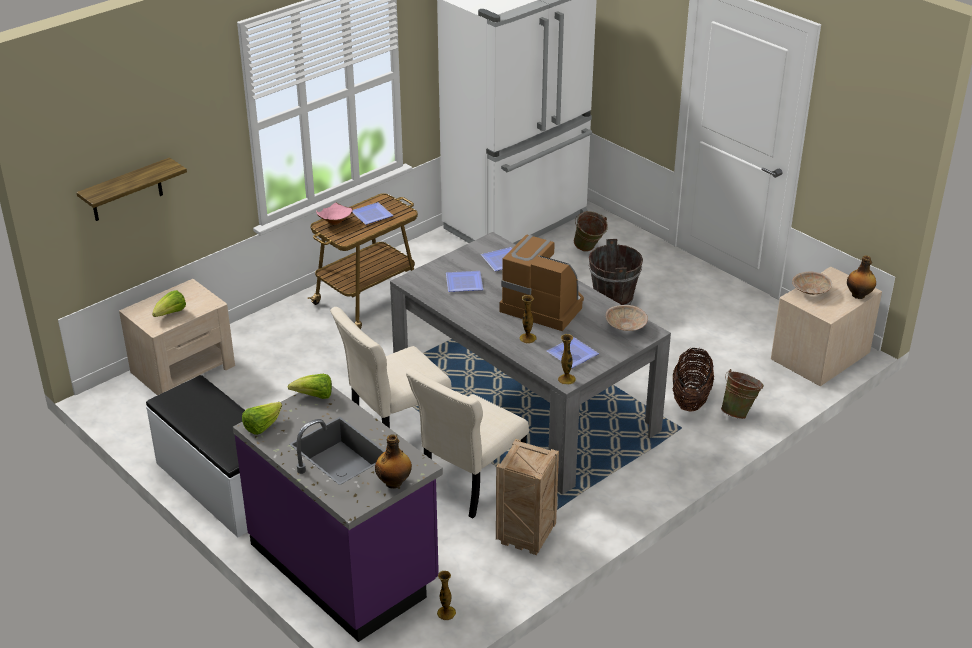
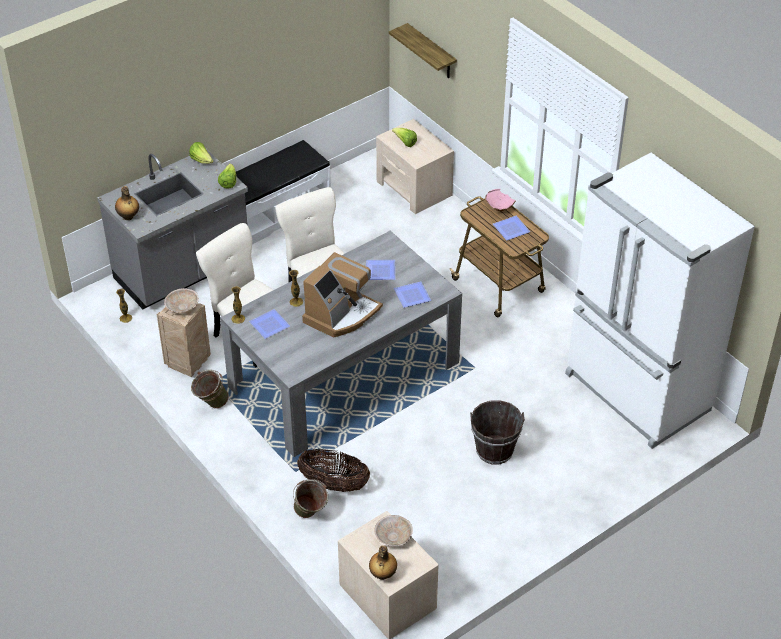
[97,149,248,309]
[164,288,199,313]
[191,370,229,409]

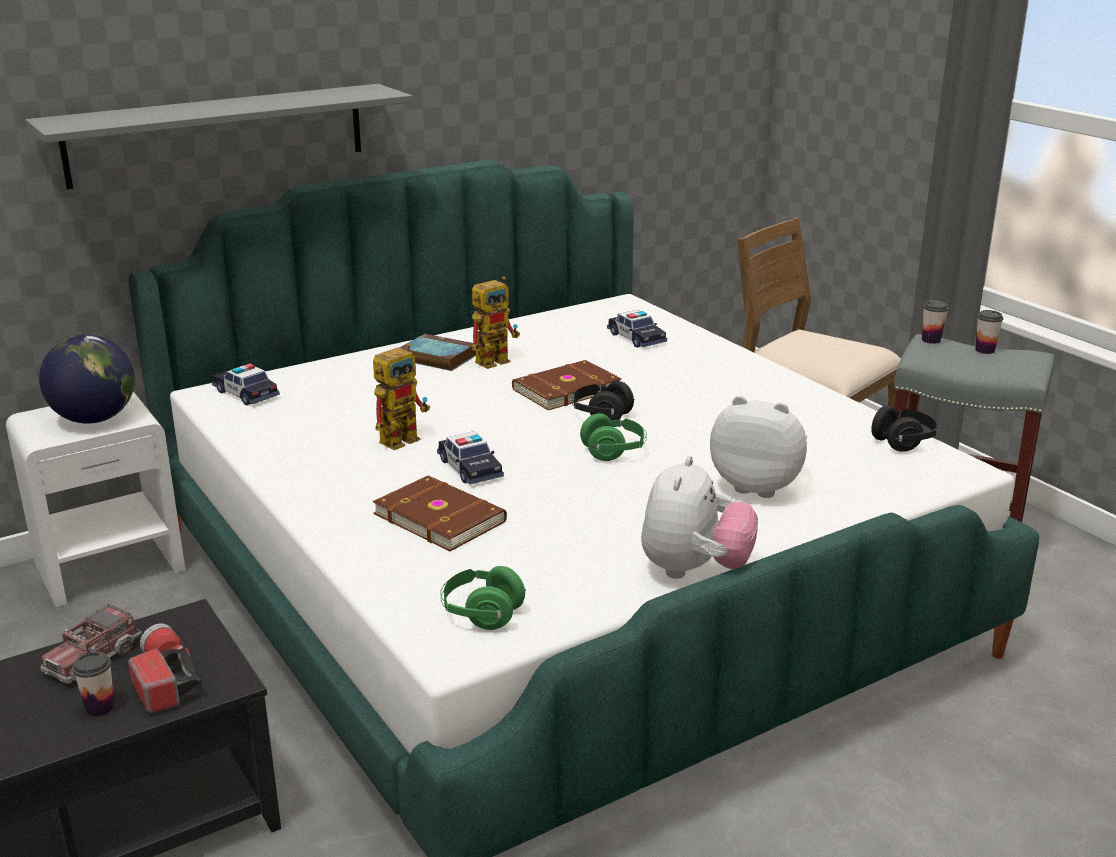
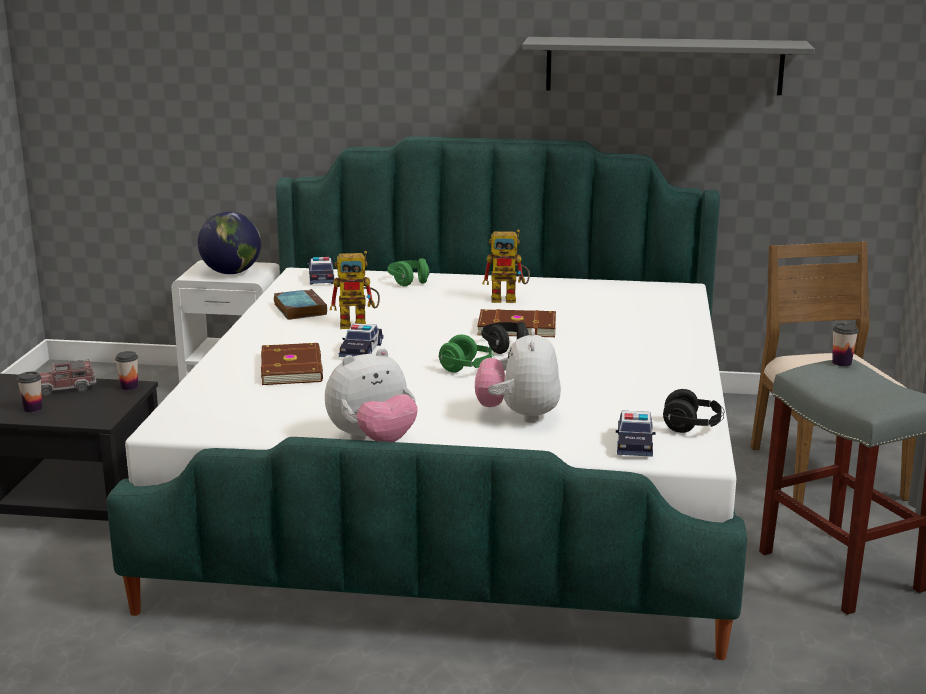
[115,351,138,390]
[274,289,327,320]
[387,258,430,286]
[475,328,561,423]
[522,37,815,95]
[616,411,656,457]
[128,623,202,713] (first image)

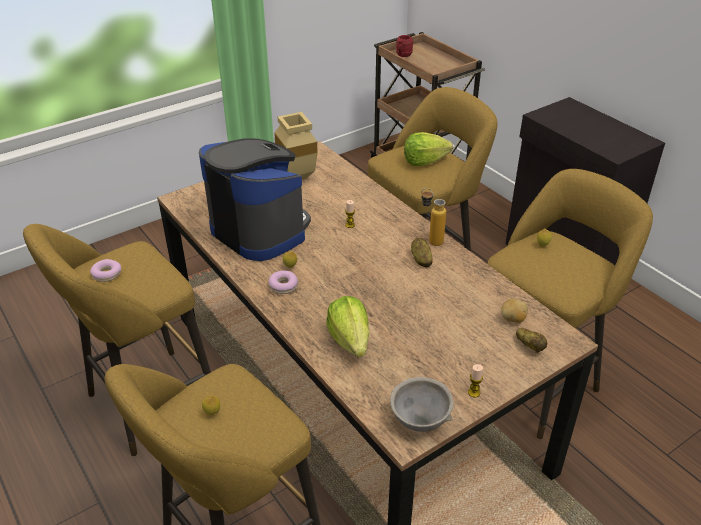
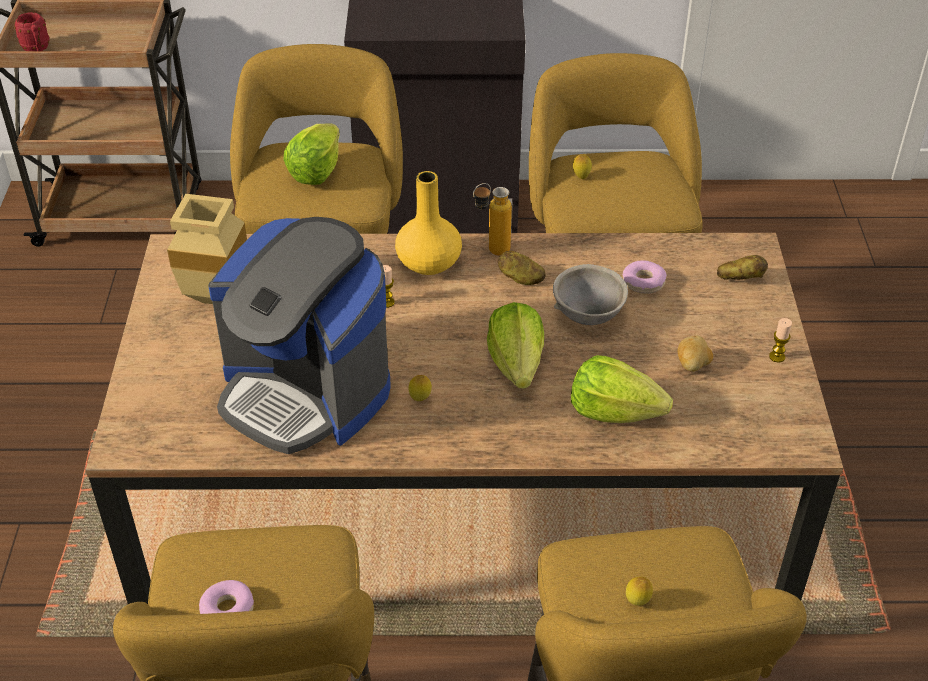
[208,217,391,454]
[395,171,462,275]
[487,302,544,388]
[553,264,628,325]
[622,260,667,294]
[678,335,713,372]

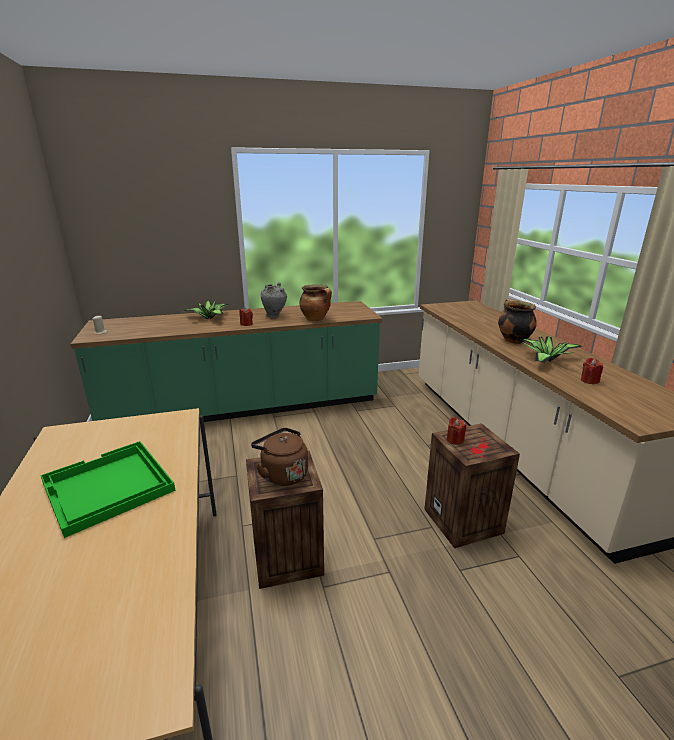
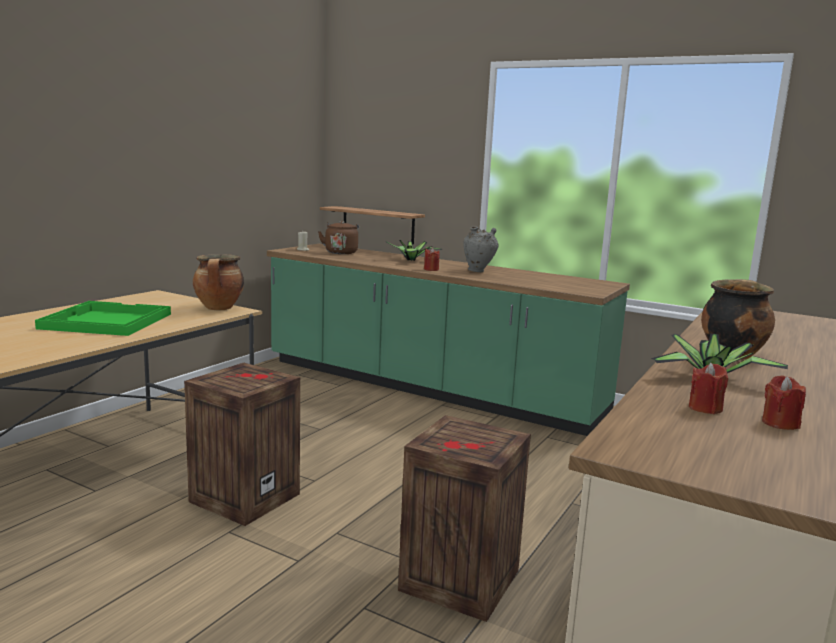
[193,254,244,310]
[318,221,359,254]
[320,206,425,245]
[762,375,806,430]

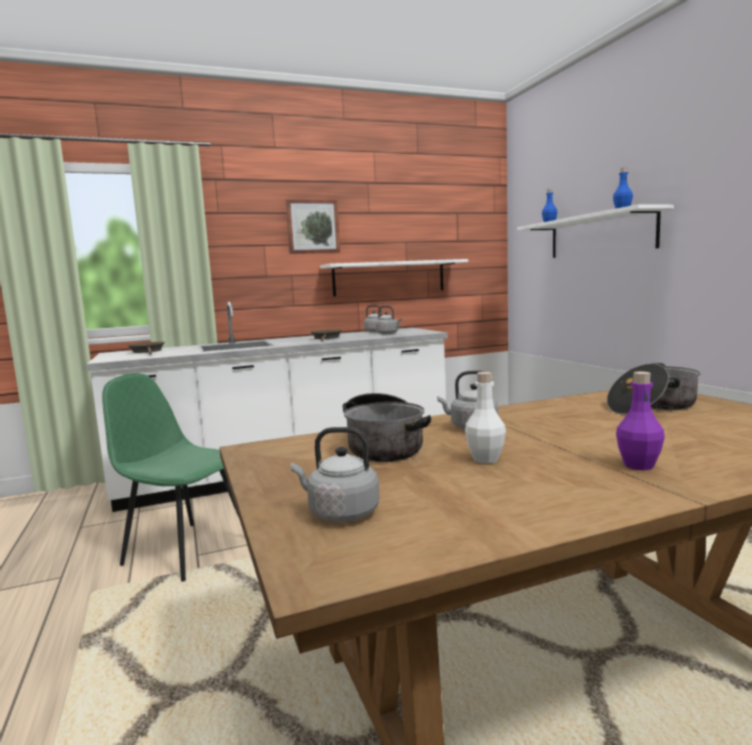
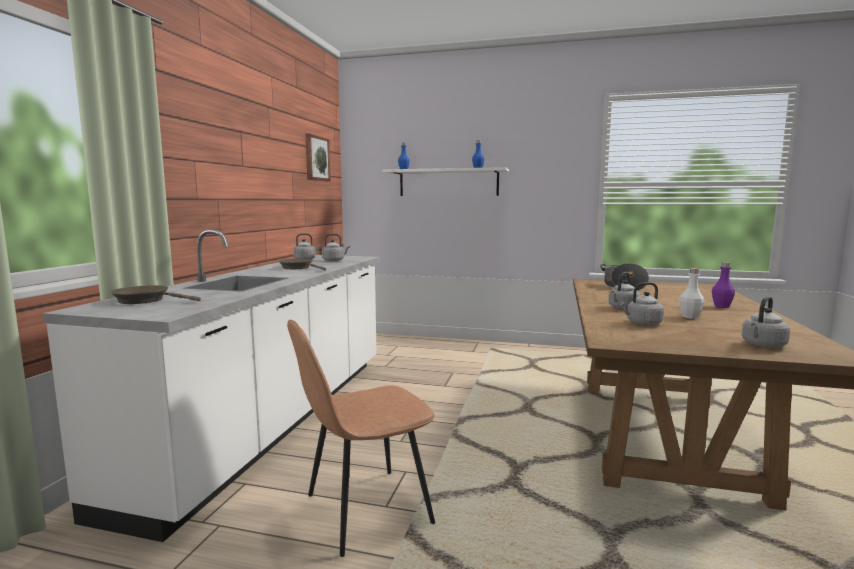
[287,320,435,557]
[306,133,331,181]
[619,282,664,325]
[320,259,468,296] (first image)

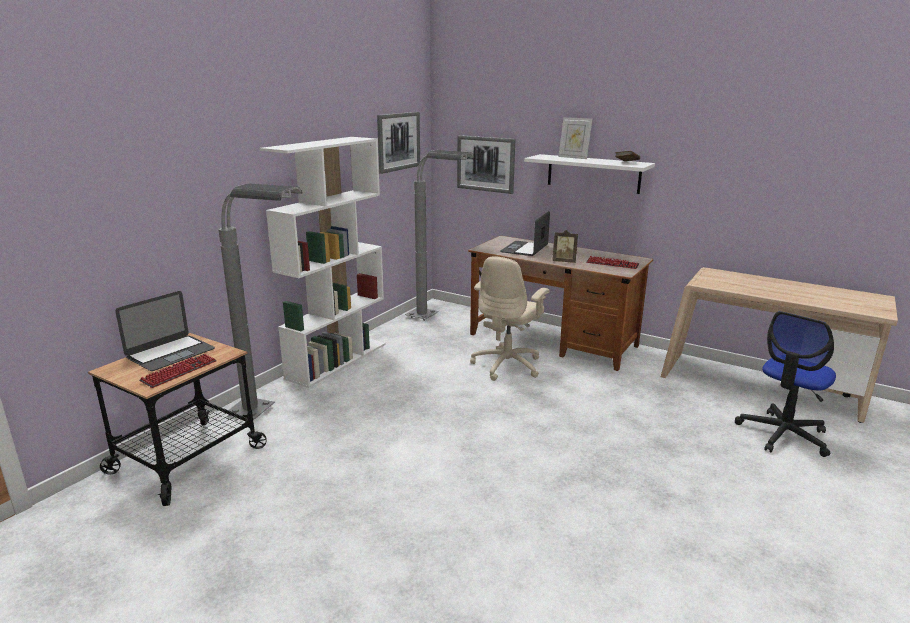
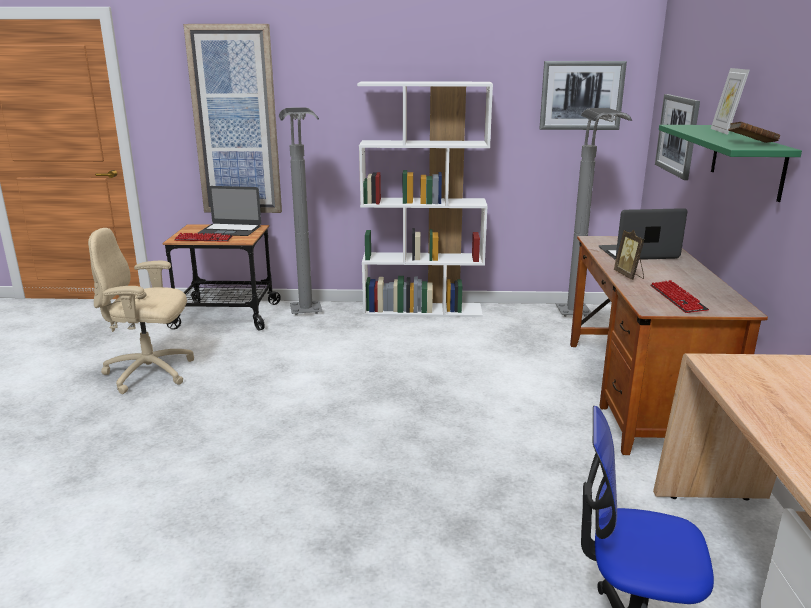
[88,228,194,394]
[183,24,282,213]
[659,125,802,202]

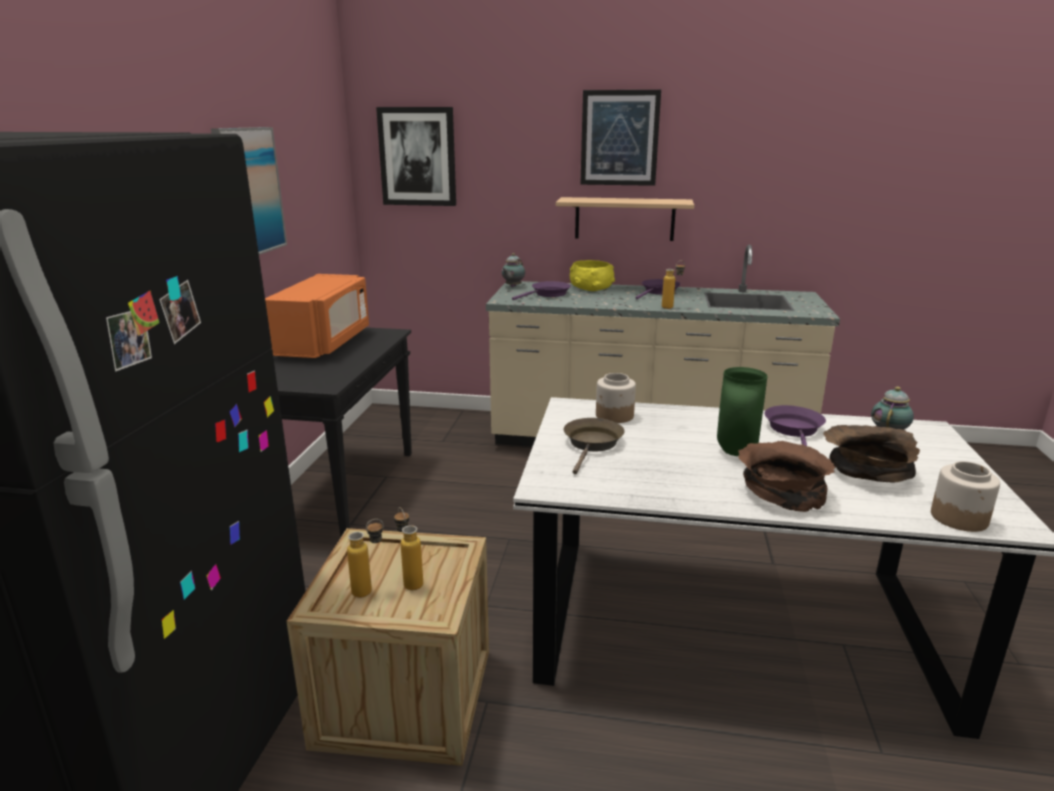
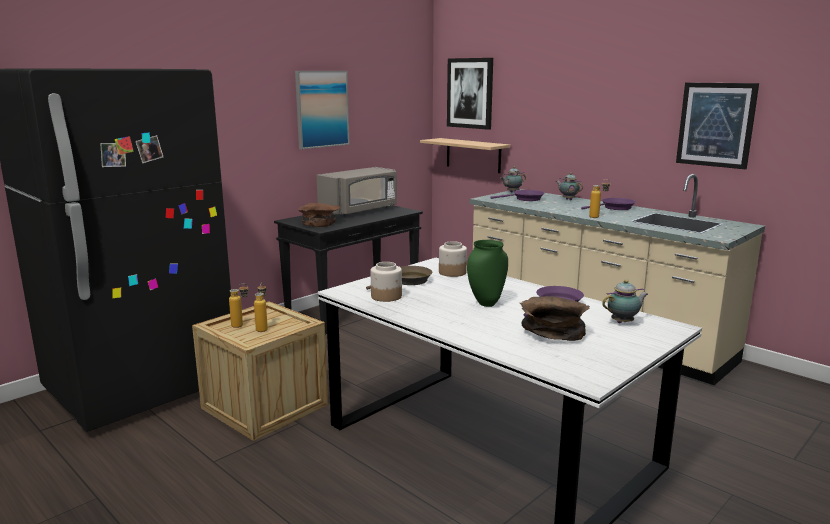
[298,203,340,227]
[316,167,397,216]
[371,262,402,302]
[420,138,510,173]
[556,173,583,200]
[676,82,759,169]

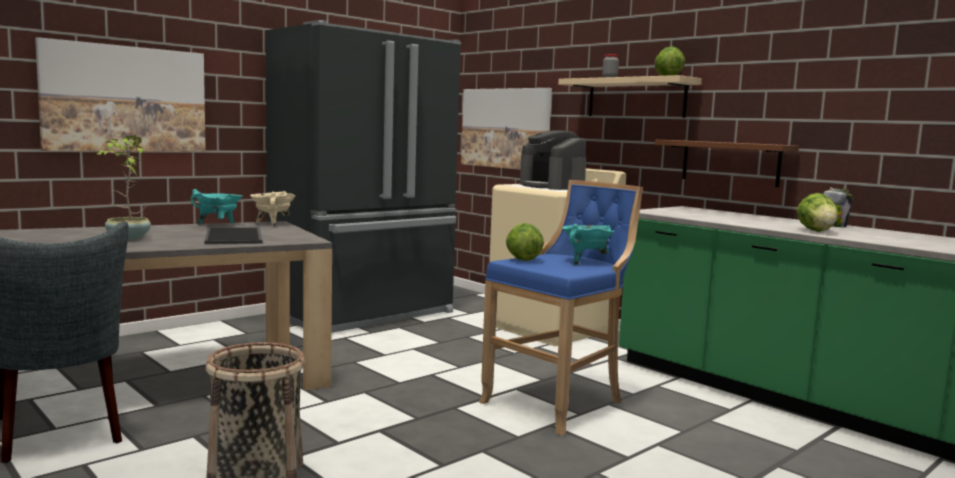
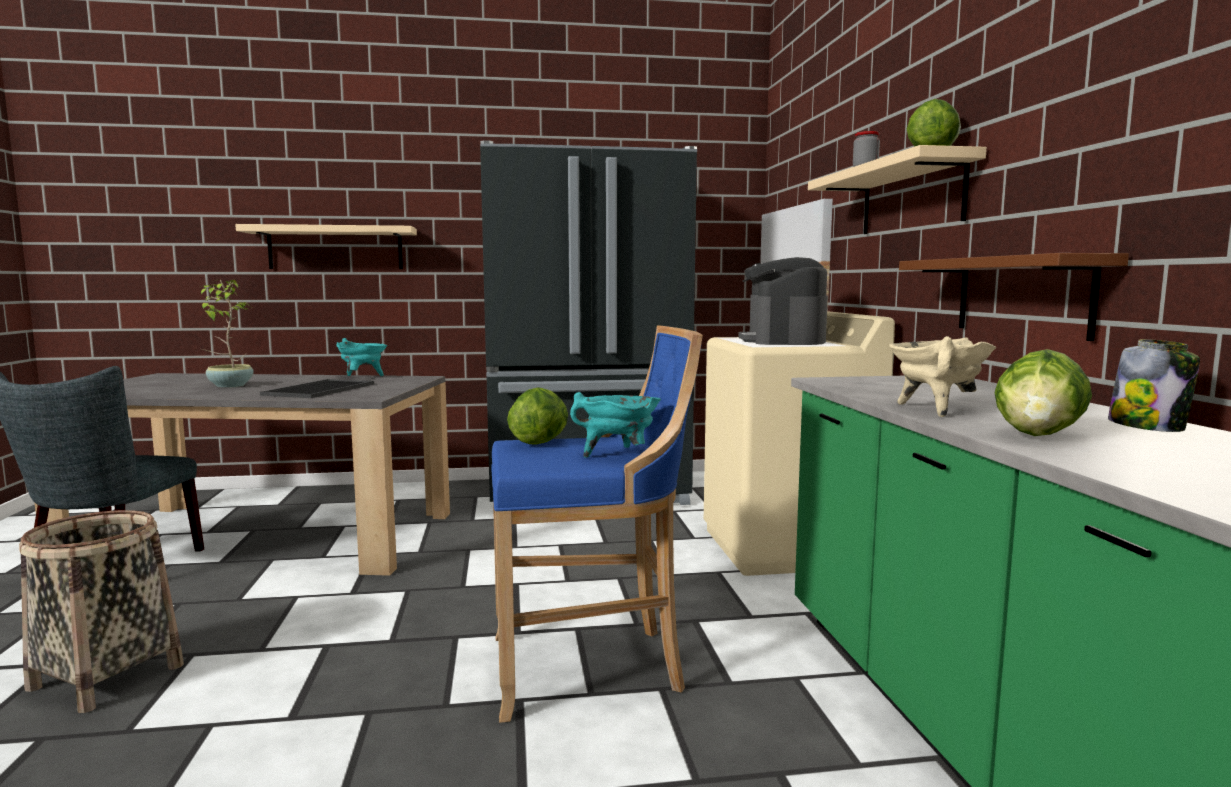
[235,224,417,269]
[889,336,996,417]

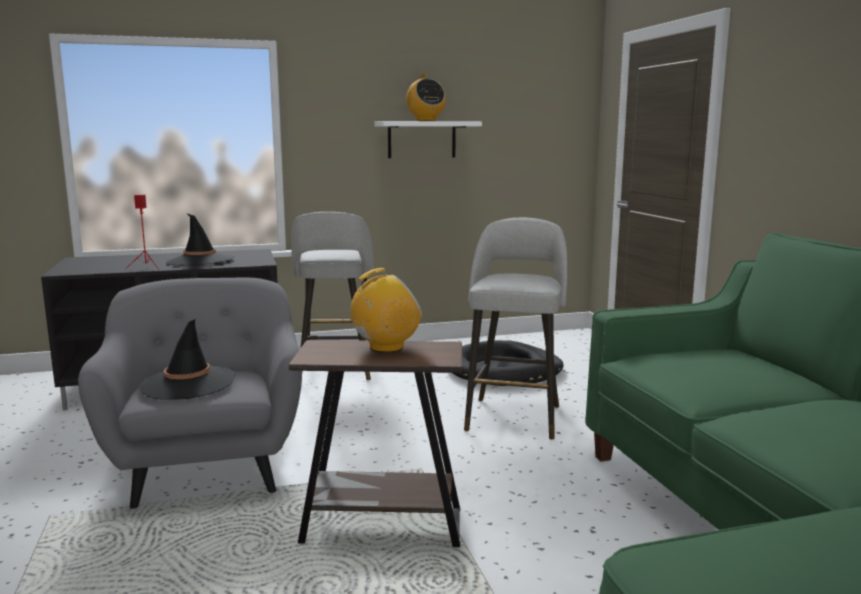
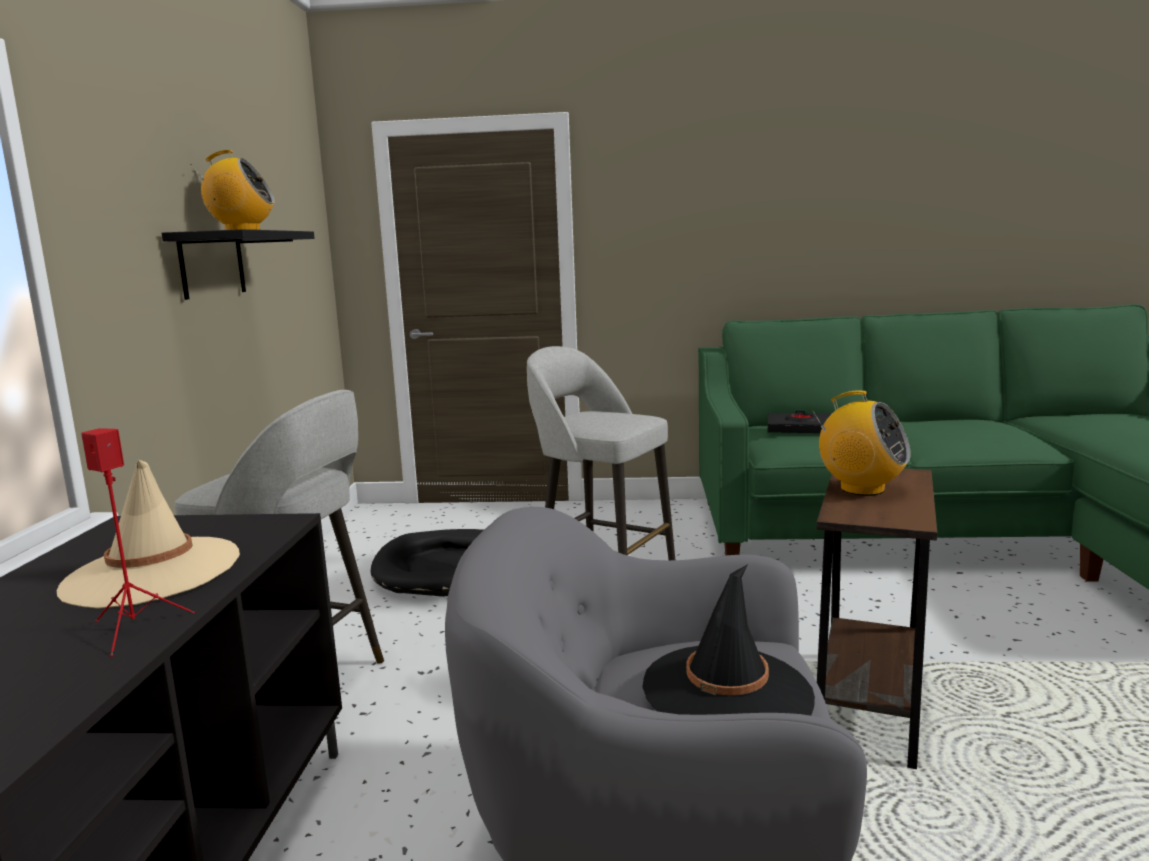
[56,460,240,609]
[161,229,315,300]
[768,411,832,433]
[812,390,911,496]

